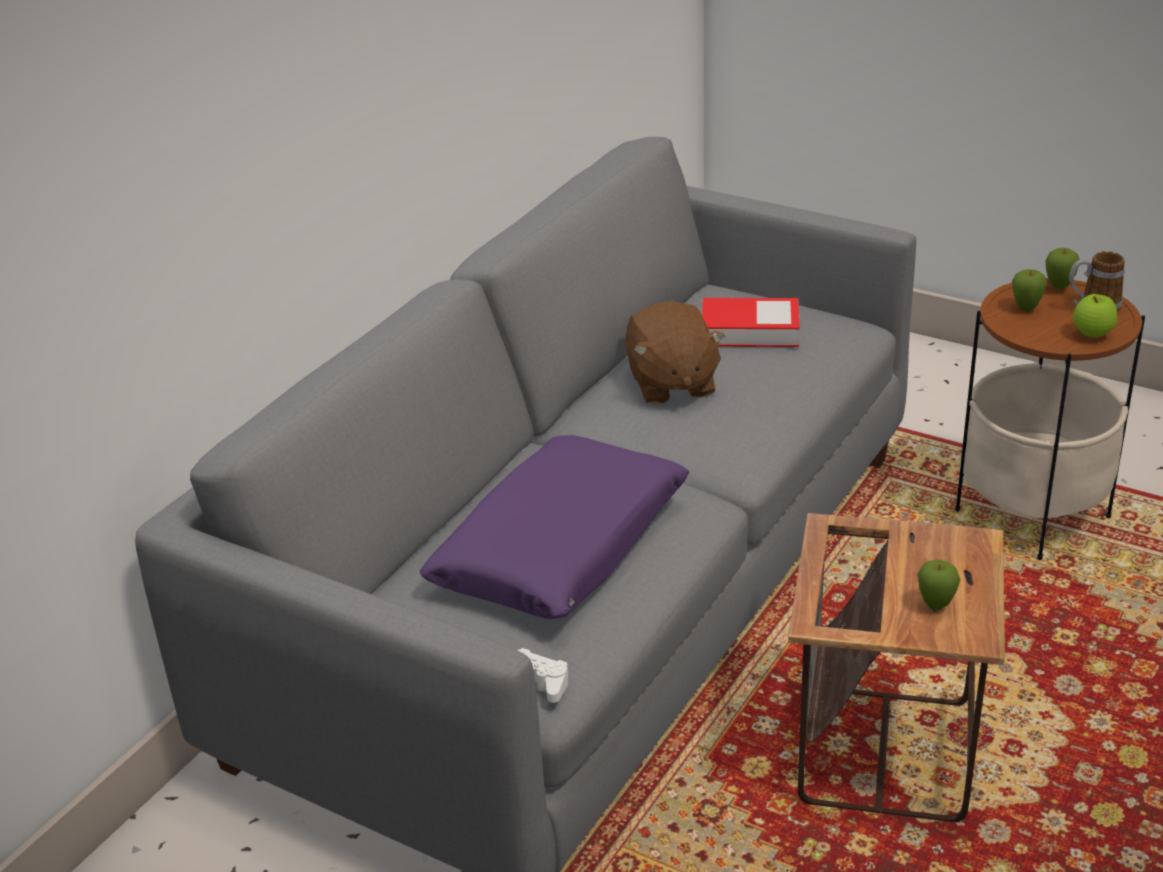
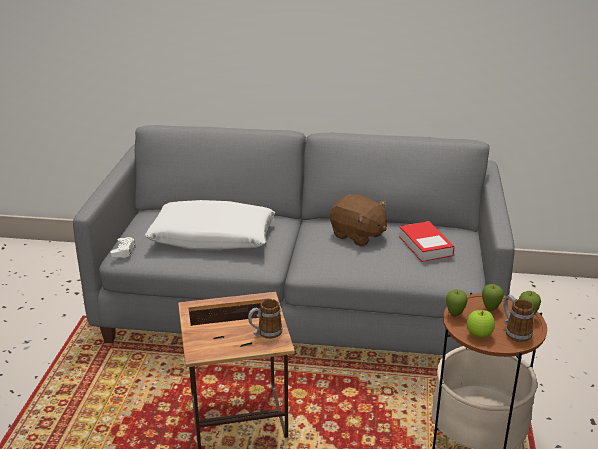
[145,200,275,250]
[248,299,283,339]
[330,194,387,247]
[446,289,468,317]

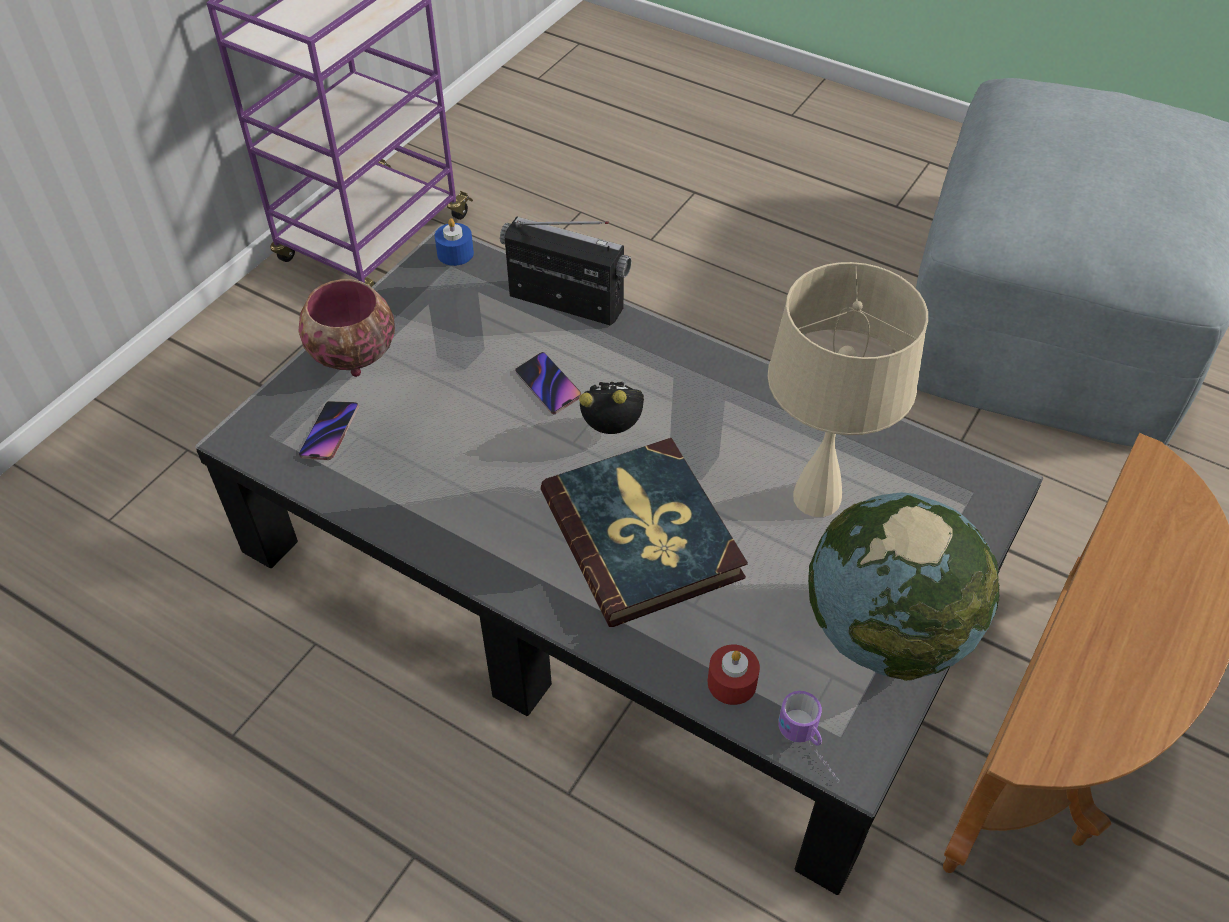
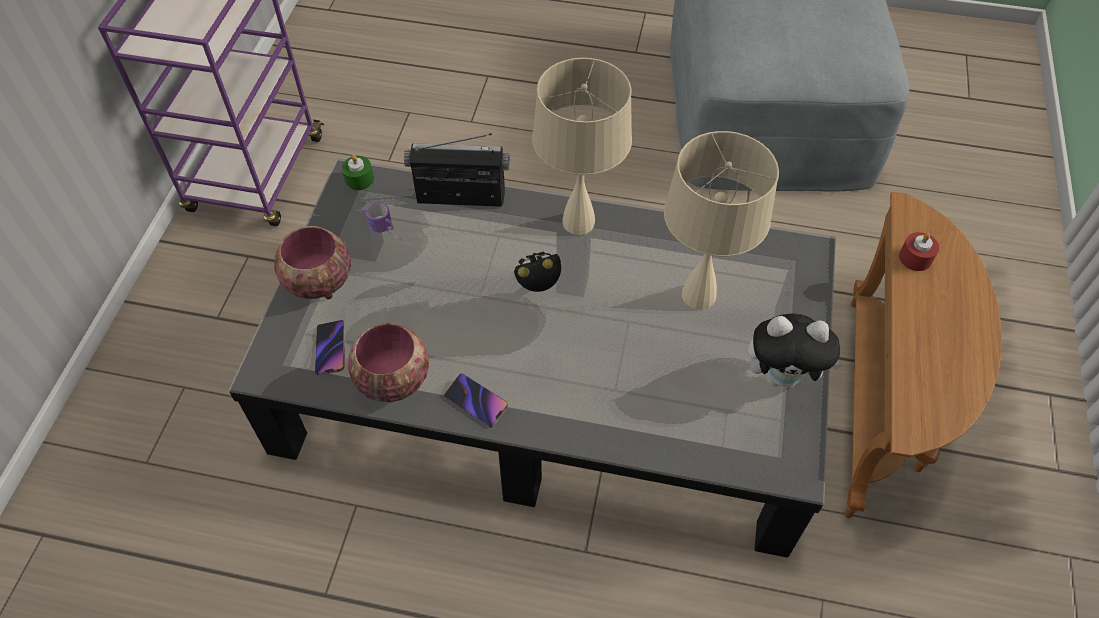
[342,155,374,190]
[348,323,429,402]
[366,202,410,246]
[444,373,508,427]
[532,58,632,235]
[747,314,843,389]
[899,232,939,271]
[540,438,748,627] (first image)

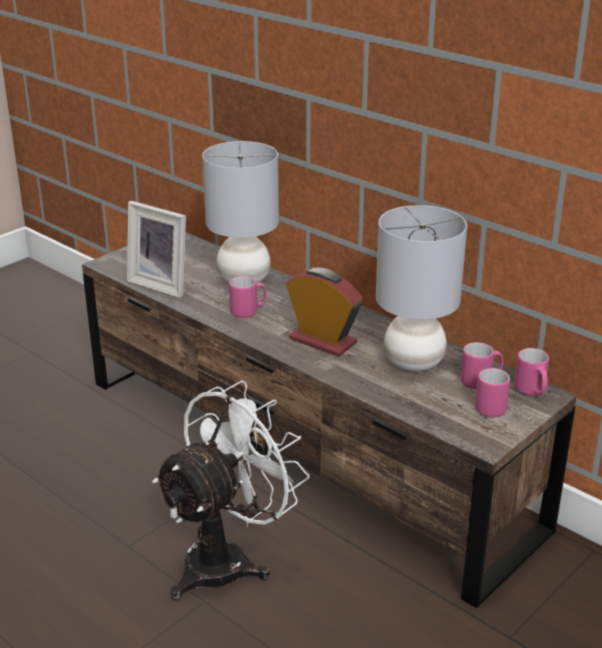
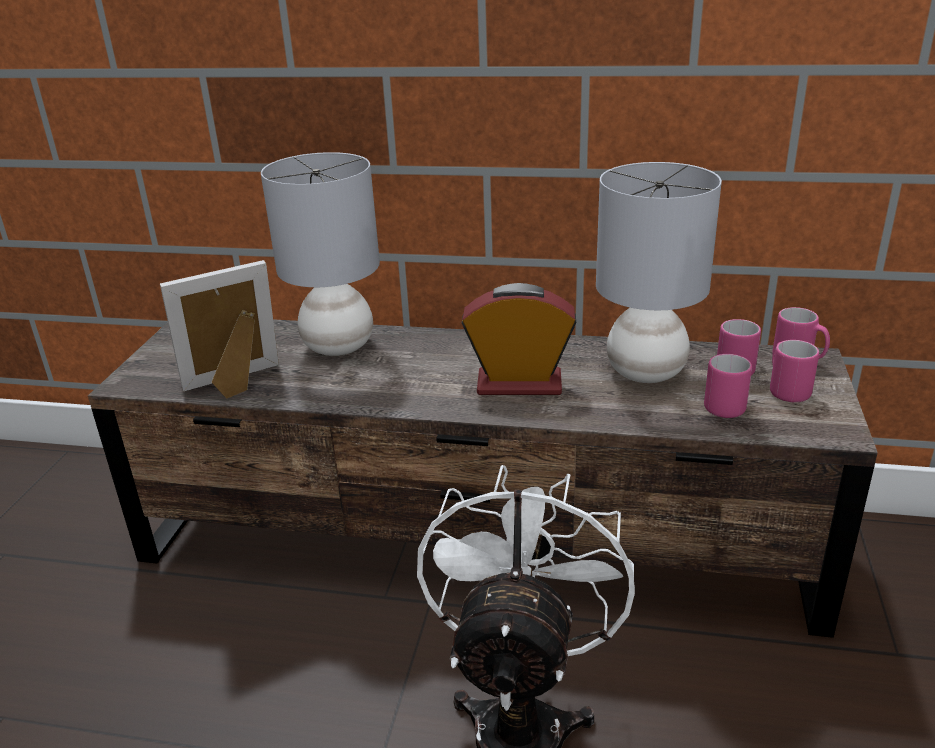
[160,260,279,399]
[704,354,752,418]

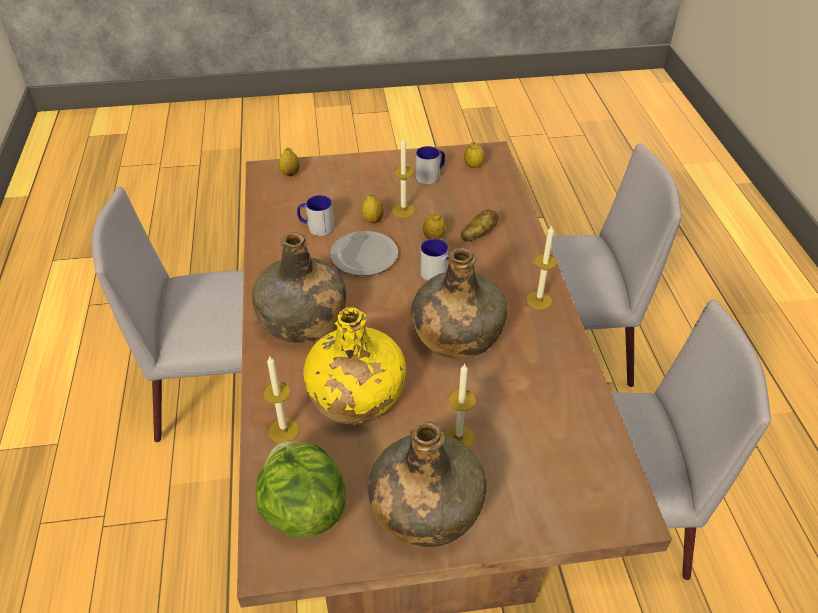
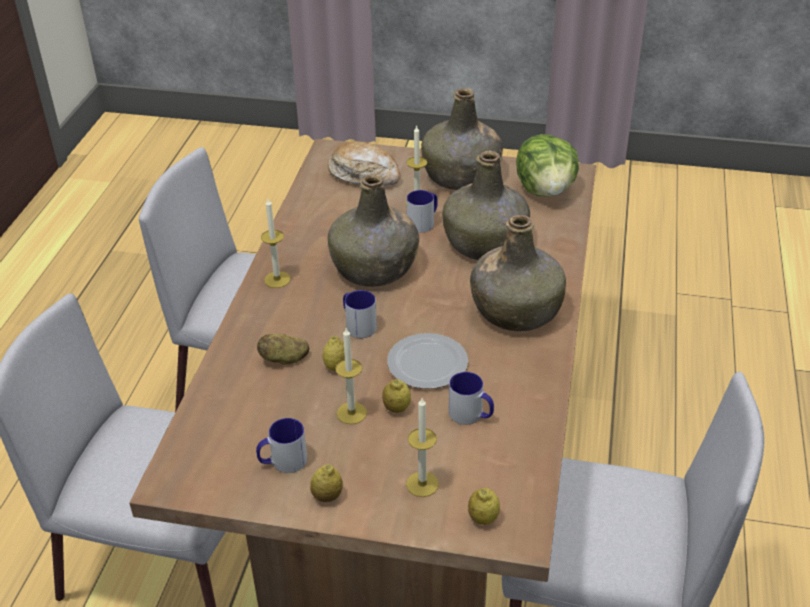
[310,464,343,502]
[328,141,400,186]
[406,398,439,497]
[407,190,438,233]
[442,150,530,260]

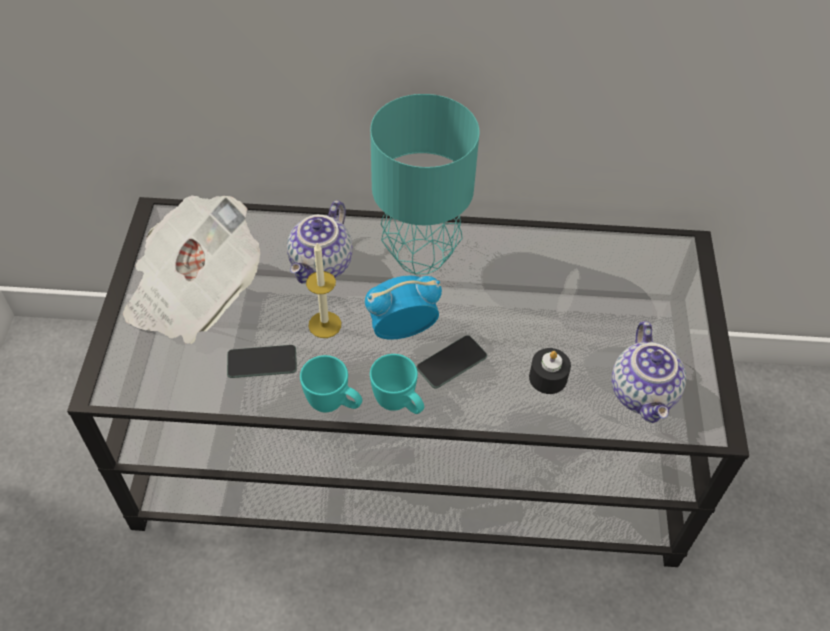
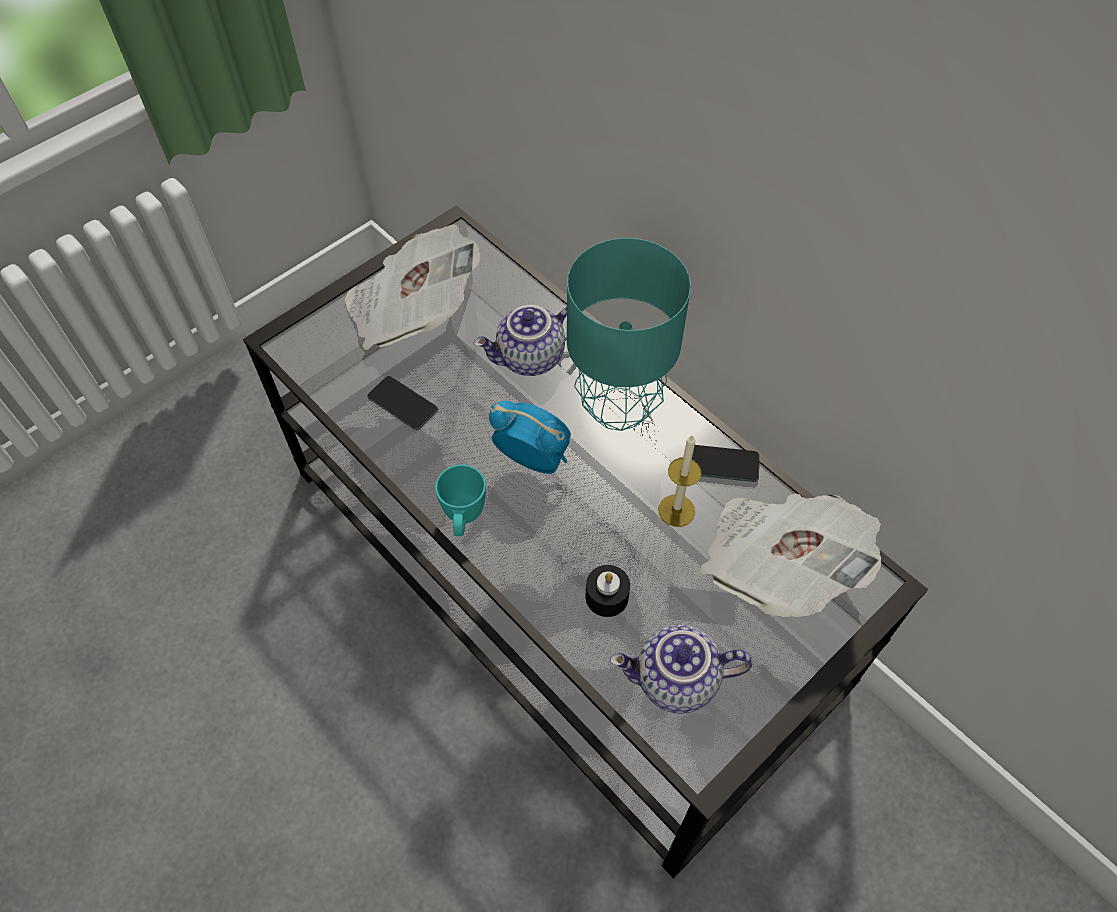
[610,625,752,714]
[658,434,702,527]
[692,445,759,482]
[700,494,881,617]
[300,355,362,412] (first image)

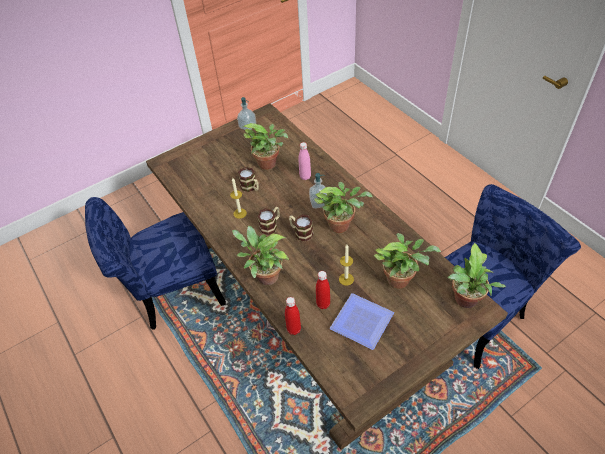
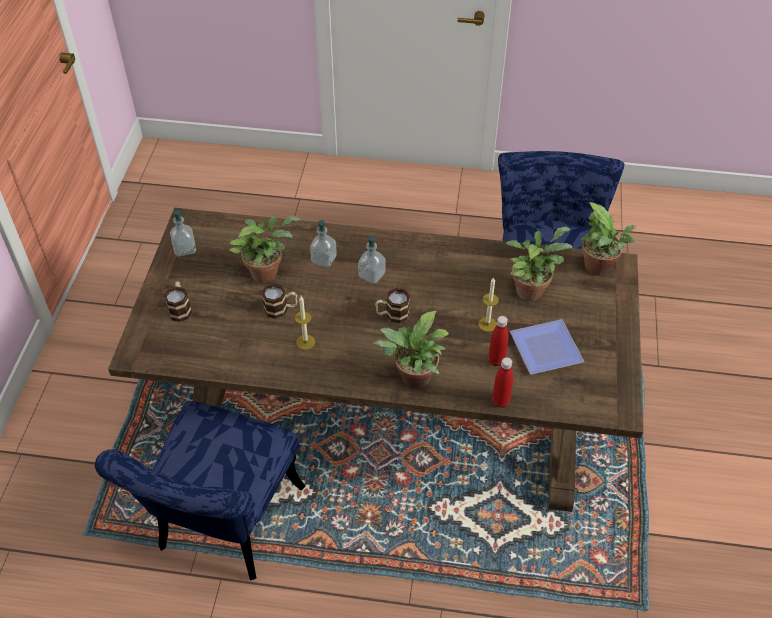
[164,281,192,322]
[310,220,337,267]
[314,182,373,233] (first image)

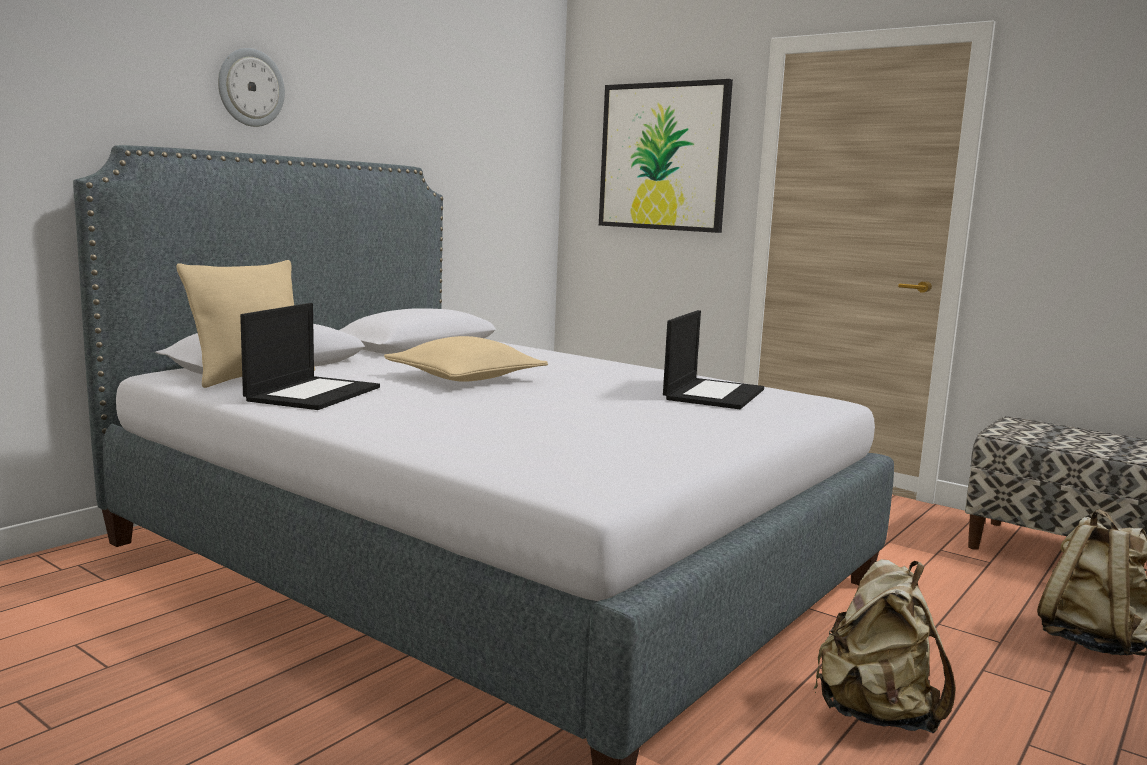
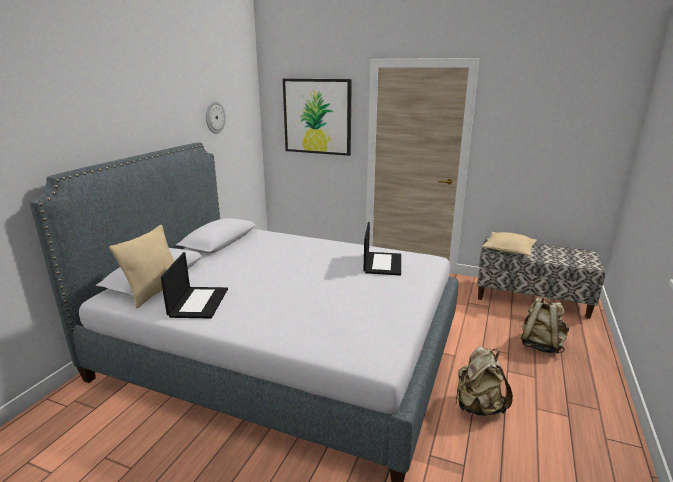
[206,101,226,134]
[482,232,537,256]

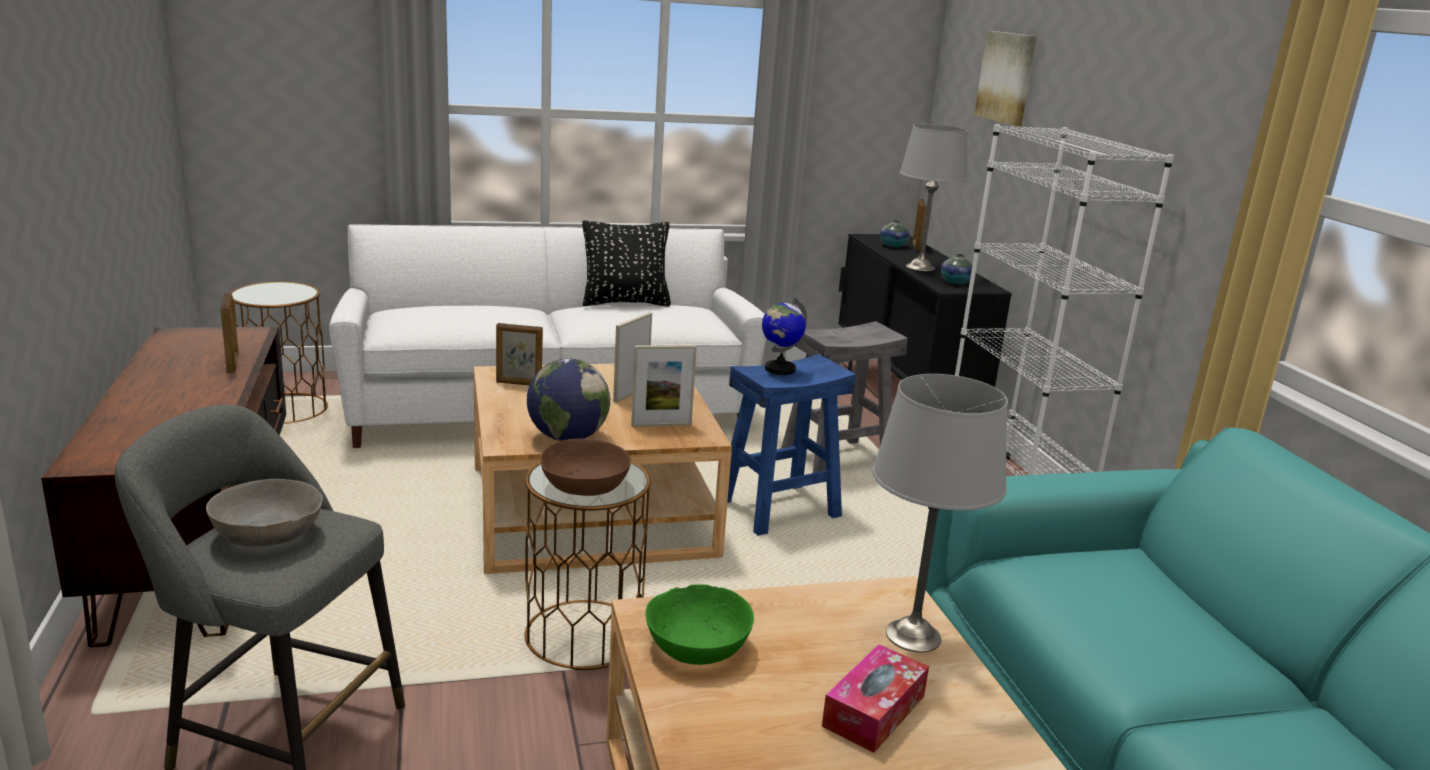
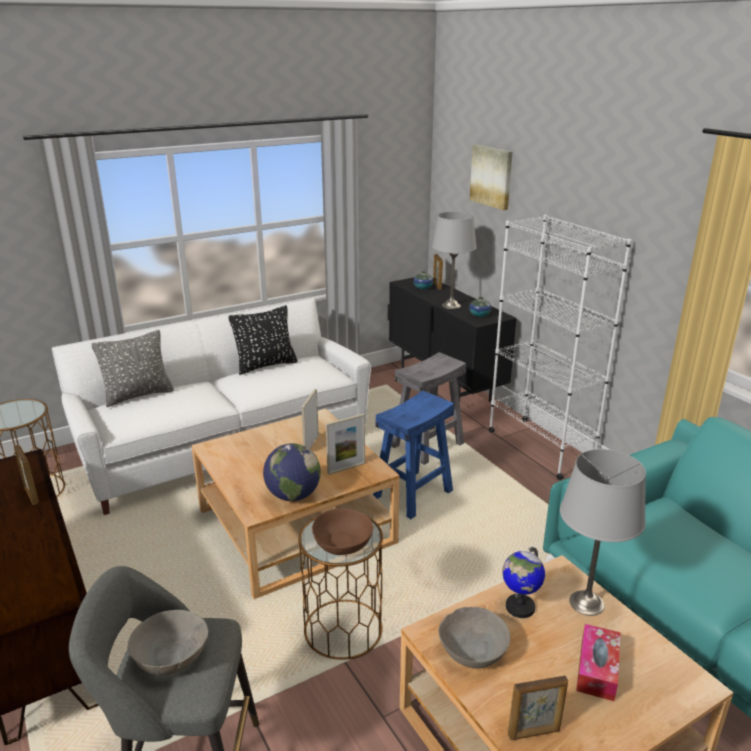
[91,330,174,407]
[439,607,510,669]
[502,547,545,618]
[508,676,568,740]

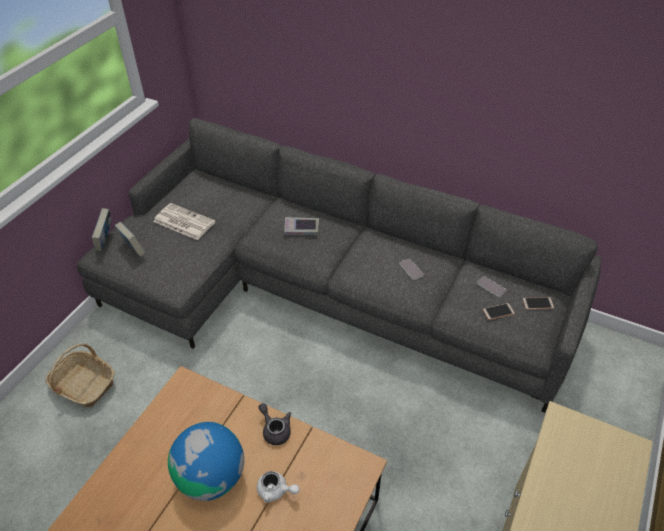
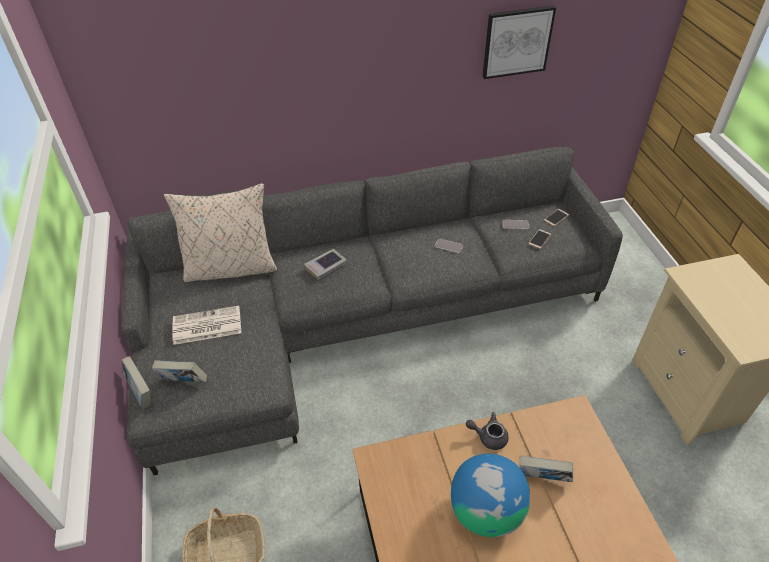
[164,183,278,282]
[482,5,556,79]
[519,455,573,482]

